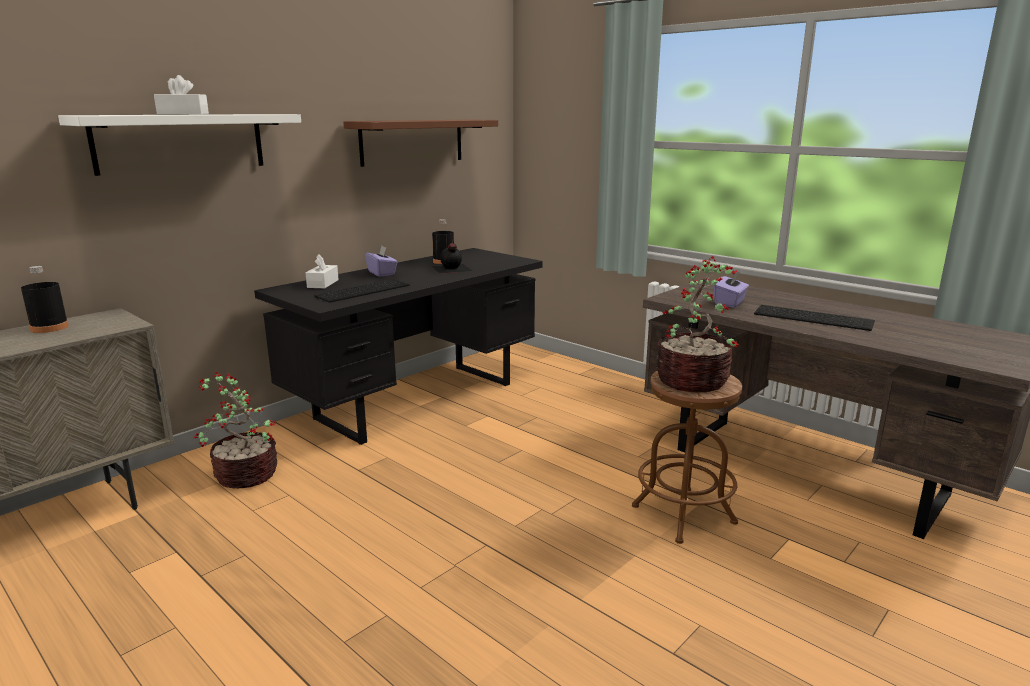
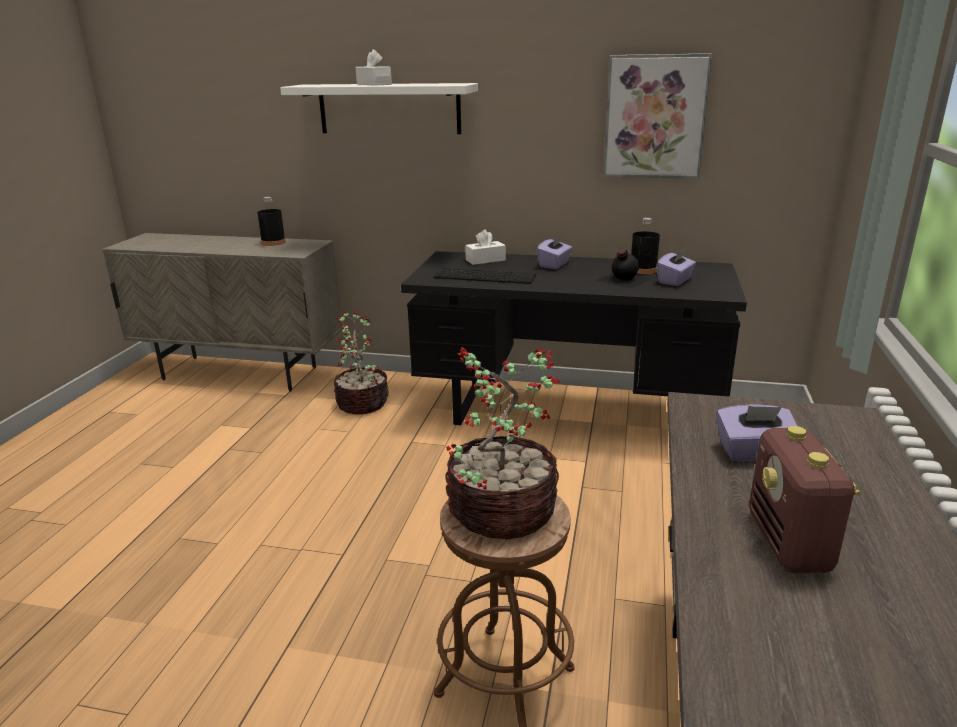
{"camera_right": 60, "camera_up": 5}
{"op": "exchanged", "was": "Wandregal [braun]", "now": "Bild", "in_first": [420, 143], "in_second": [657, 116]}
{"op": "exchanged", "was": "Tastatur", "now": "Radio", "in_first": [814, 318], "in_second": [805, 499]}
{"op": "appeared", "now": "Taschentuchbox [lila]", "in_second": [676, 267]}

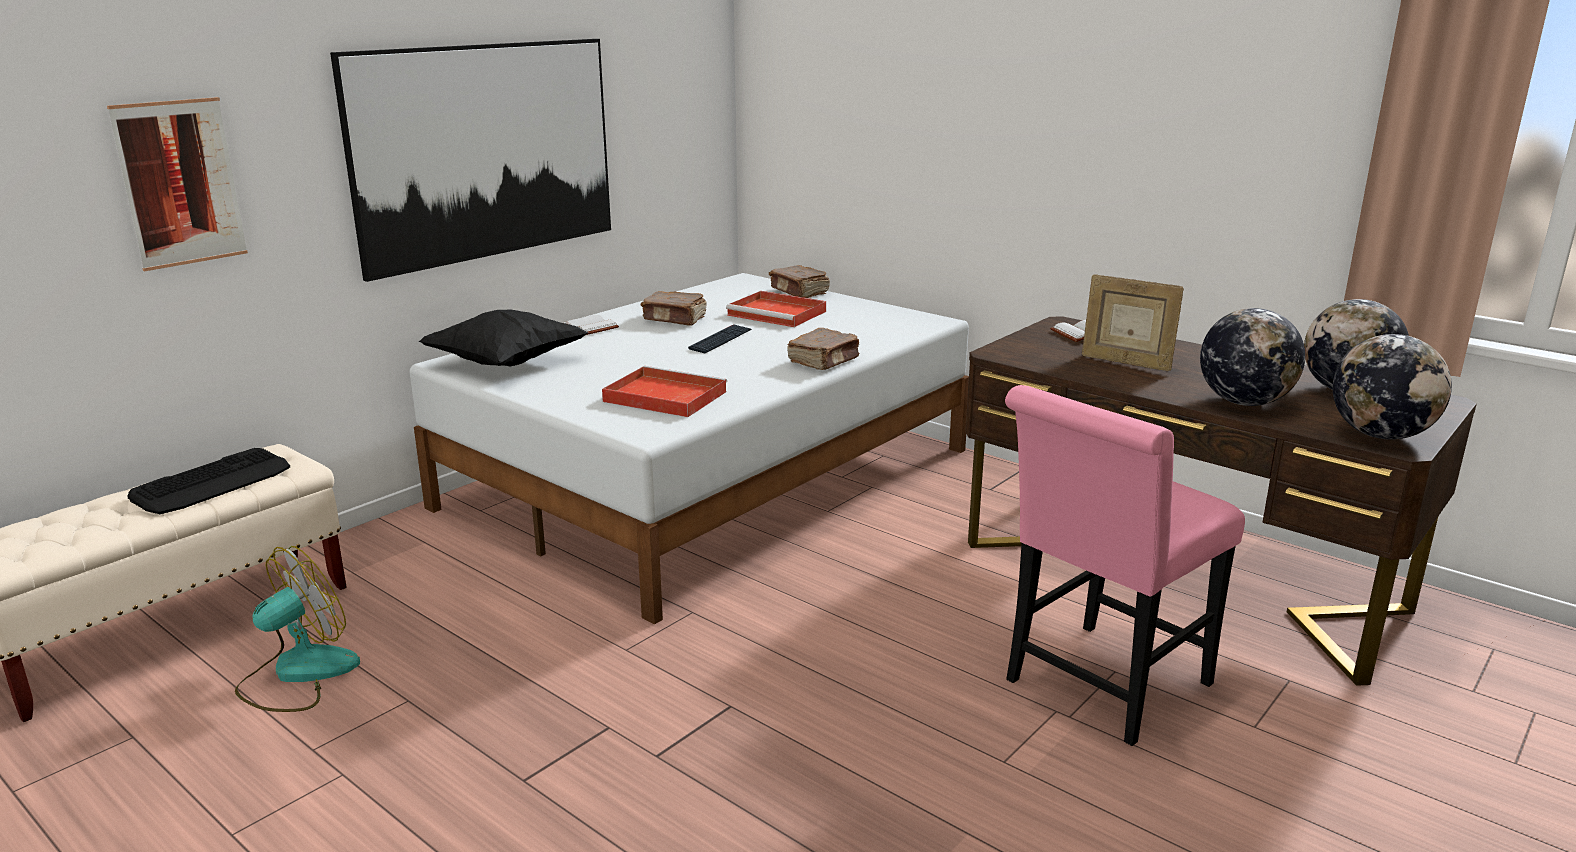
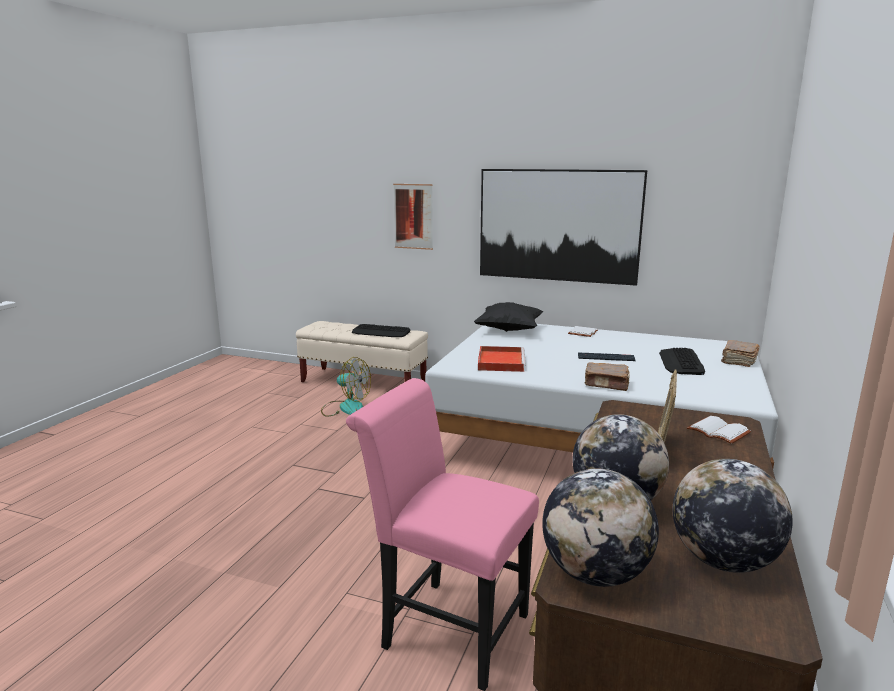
{"camera_right": 70, "camera_up": -5}
{"op": "missing", "was": "Buch [braun]", "in_first": [674, 308]}
{"op": "exchanged", "was": "Tablett [rot]", "now": "Tastatur", "in_first": [776, 309], "in_second": [682, 361]}

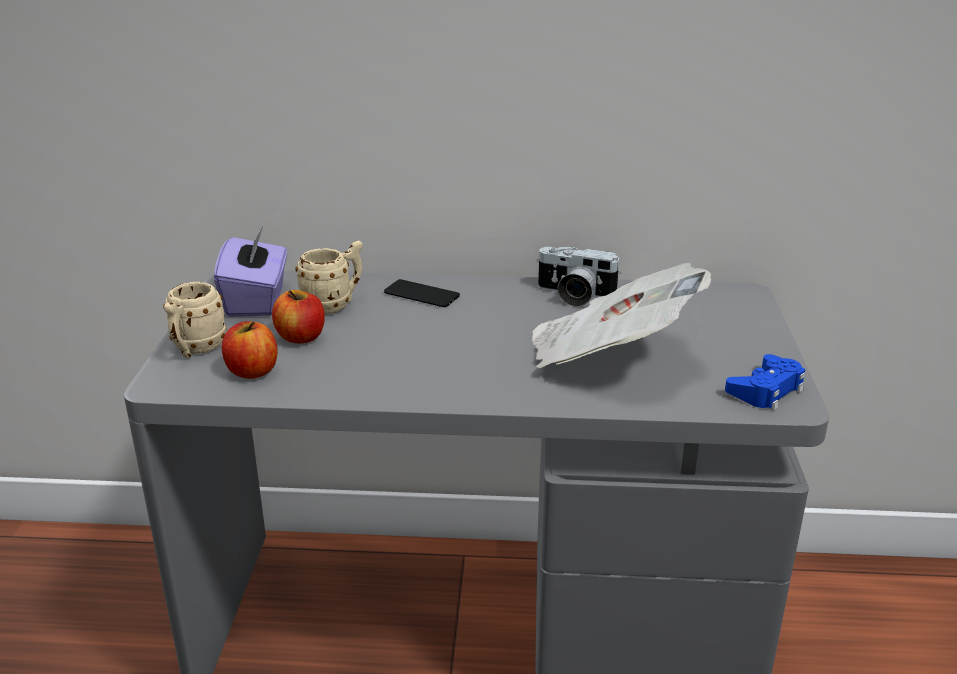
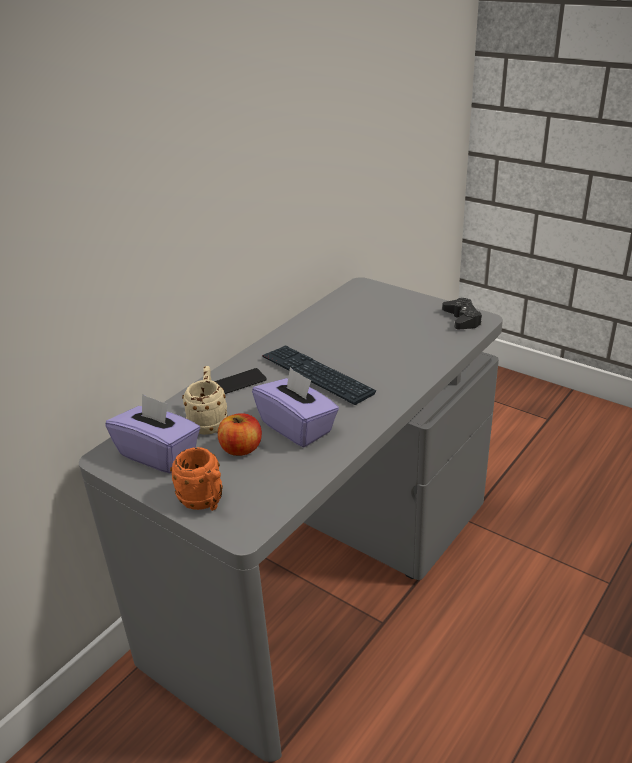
{"camera_right": -55, "camera_up": 5}
{"op": "missing", "was": "Kamera", "in_first": [578, 277]}
{"op": "missing", "was": "Zeitung", "in_first": [622, 315]}
{"op": "colour", "was": "Henkelbecher [beige]", "now": "Henkelbecher [orange]", "in_first": [194, 320], "in_second": [196, 479]}
{"op": "missing", "was": "Apfel", "in_first": [250, 350]}
{"op": "colour", "was": "Gamepad [blau]", "now": "Gamepad [schwarz]", "in_first": [765, 382], "in_second": [462, 313]}
{"op": "appeared", "now": "Tastatur", "in_second": [319, 375]}
{"op": "appeared", "now": "Taschentuchbox [lila]", "in_second": [295, 407]}

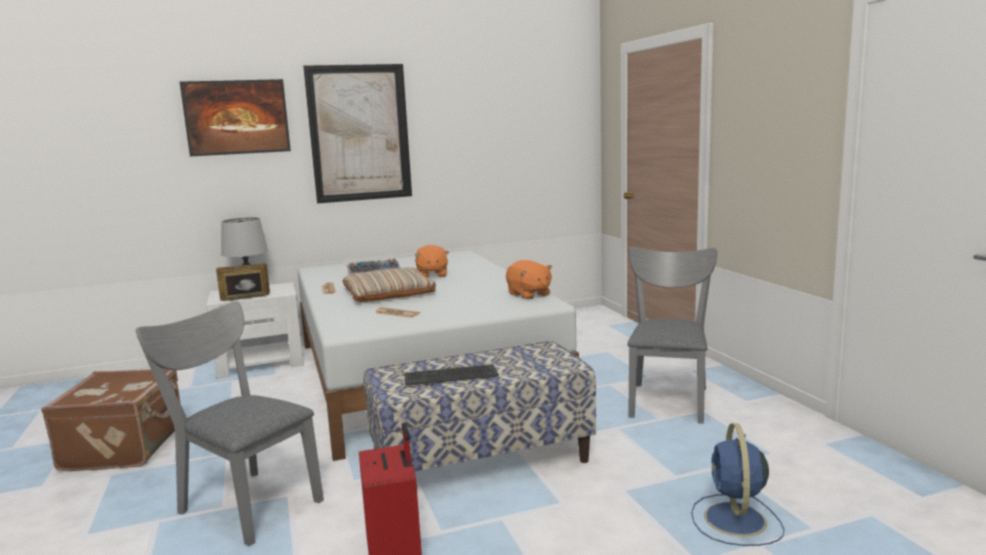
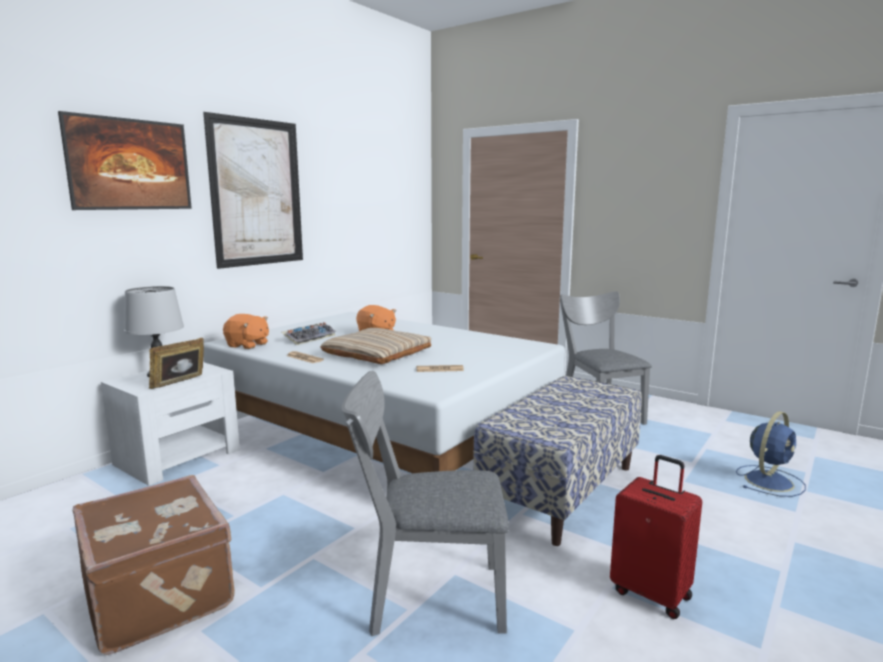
{"camera_right": -35, "camera_up": 0}
{"op": "relocated", "was": "Plüschtier [orange]", "in_first": [529, 279], "in_second": [246, 331]}
{"op": "missing", "was": "Tastatur", "in_first": [451, 374]}
{"op": "spun", "was": "Ventilator [blau]", "in_first": [737, 484], "in_second": [771, 454], "clockwise": -105}

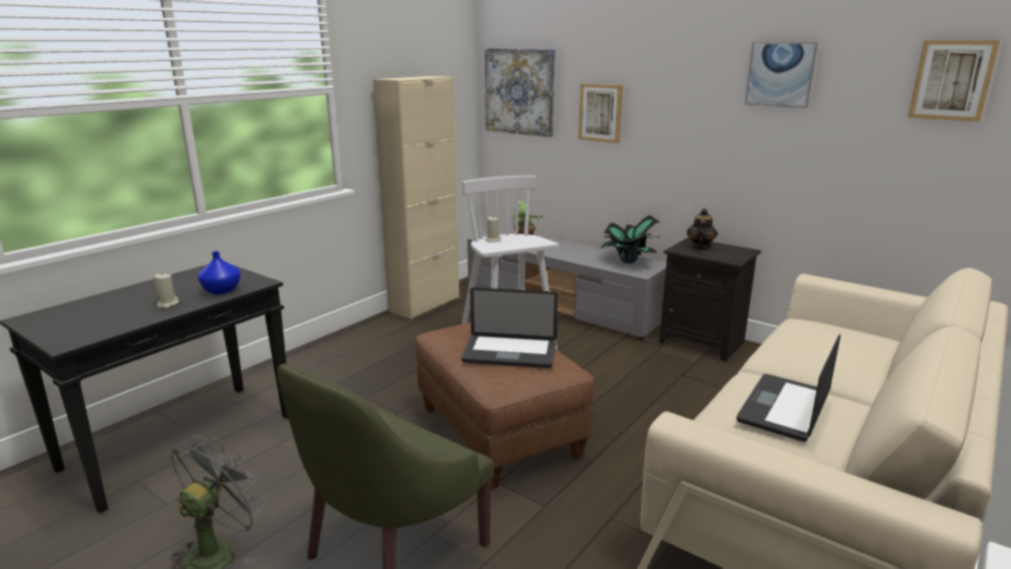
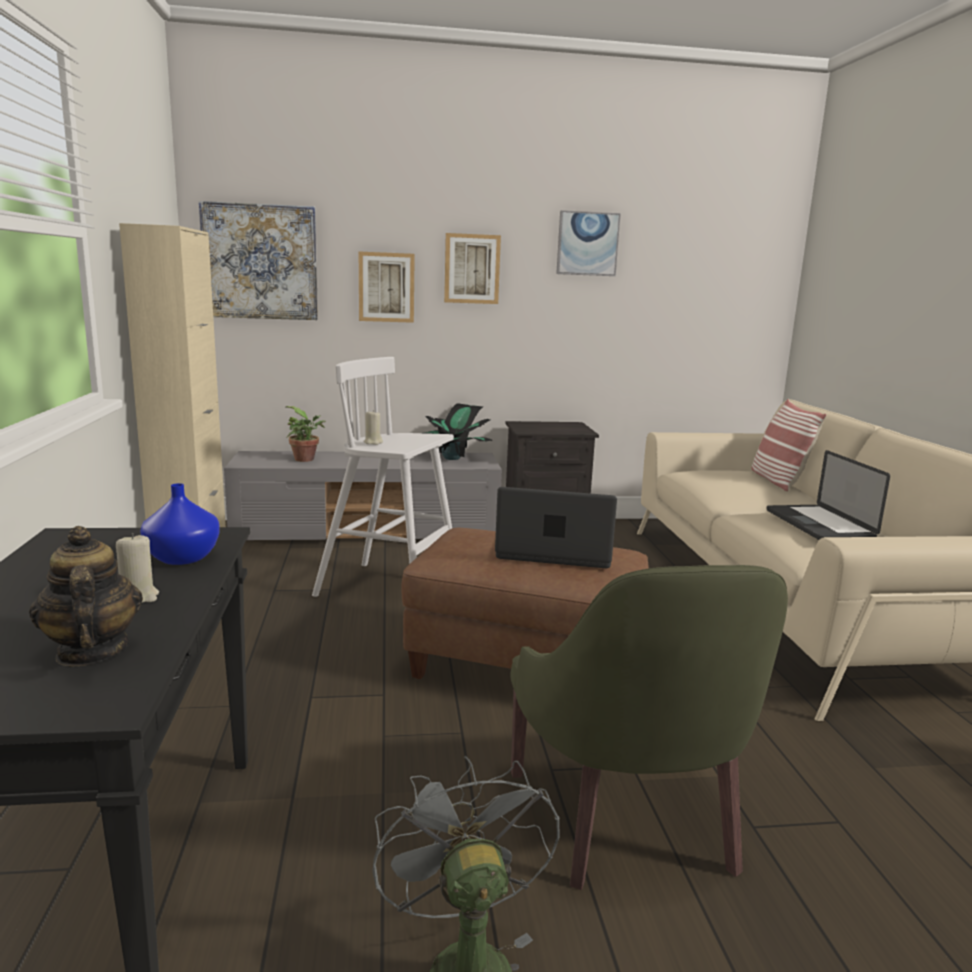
{"camera_right": -45, "camera_up": -5}
{"op": "relocated", "was": "Bild", "in_first": [954, 81], "in_second": [472, 268]}
{"op": "relocated", "was": "Teekanne", "in_first": [702, 228], "in_second": [86, 596]}
{"op": "spun", "was": "Laptop", "in_first": [509, 328], "in_second": [556, 527], "clockwise": -135}
{"op": "appeared", "now": "Kissen", "in_second": [789, 445]}

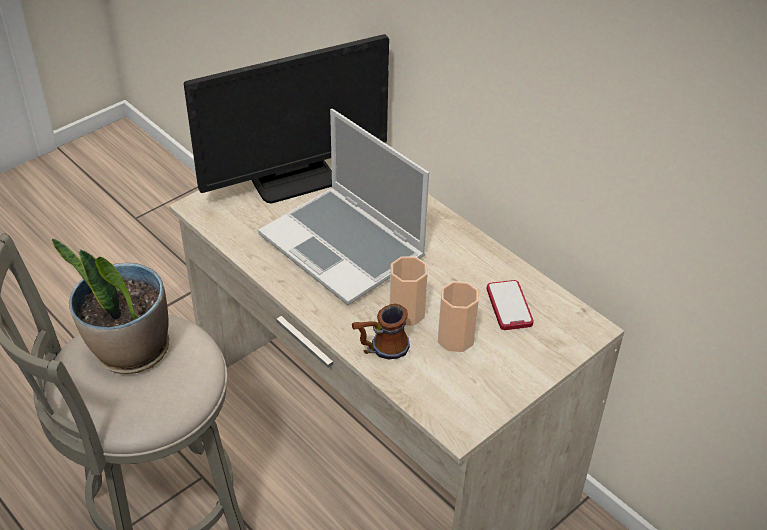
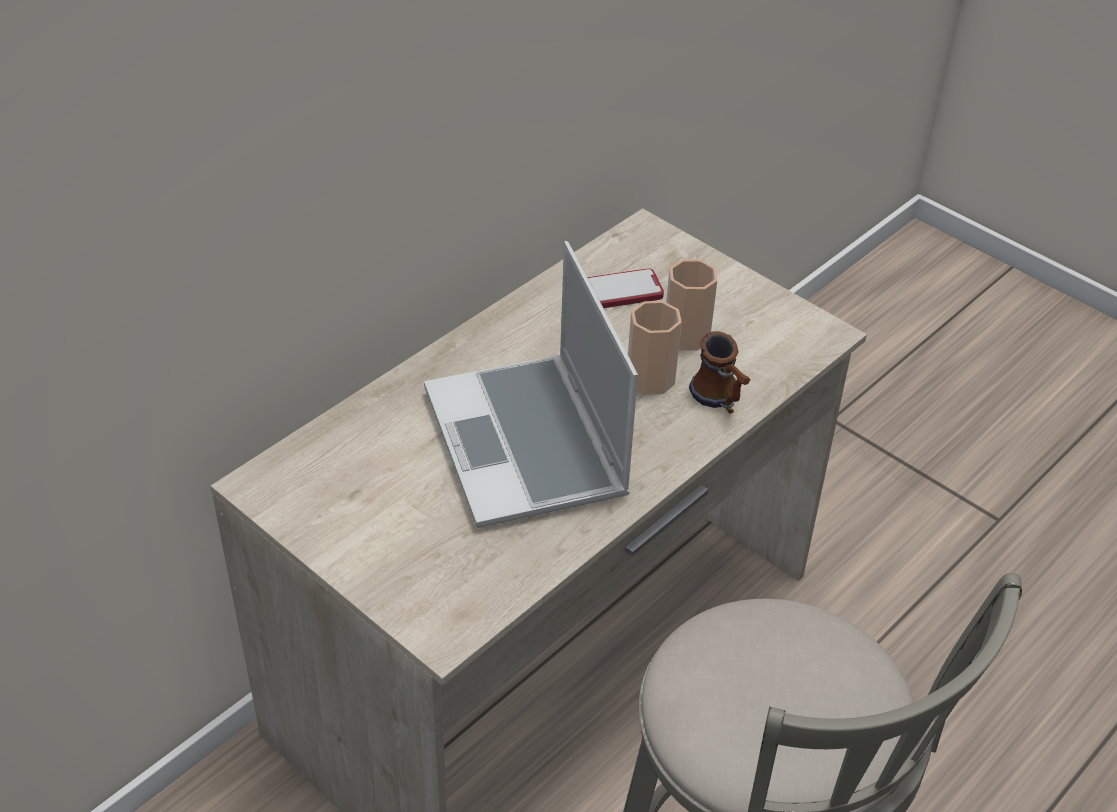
{"camera_right": -95, "camera_up": 0}
{"op": "missing", "was": "Monitor", "in_first": [286, 118]}
{"op": "spun", "was": "Laptop", "in_first": [343, 207], "in_second": [531, 384], "clockwise": 120}
{"op": "missing", "was": "Topfpflanze", "in_first": [110, 306]}

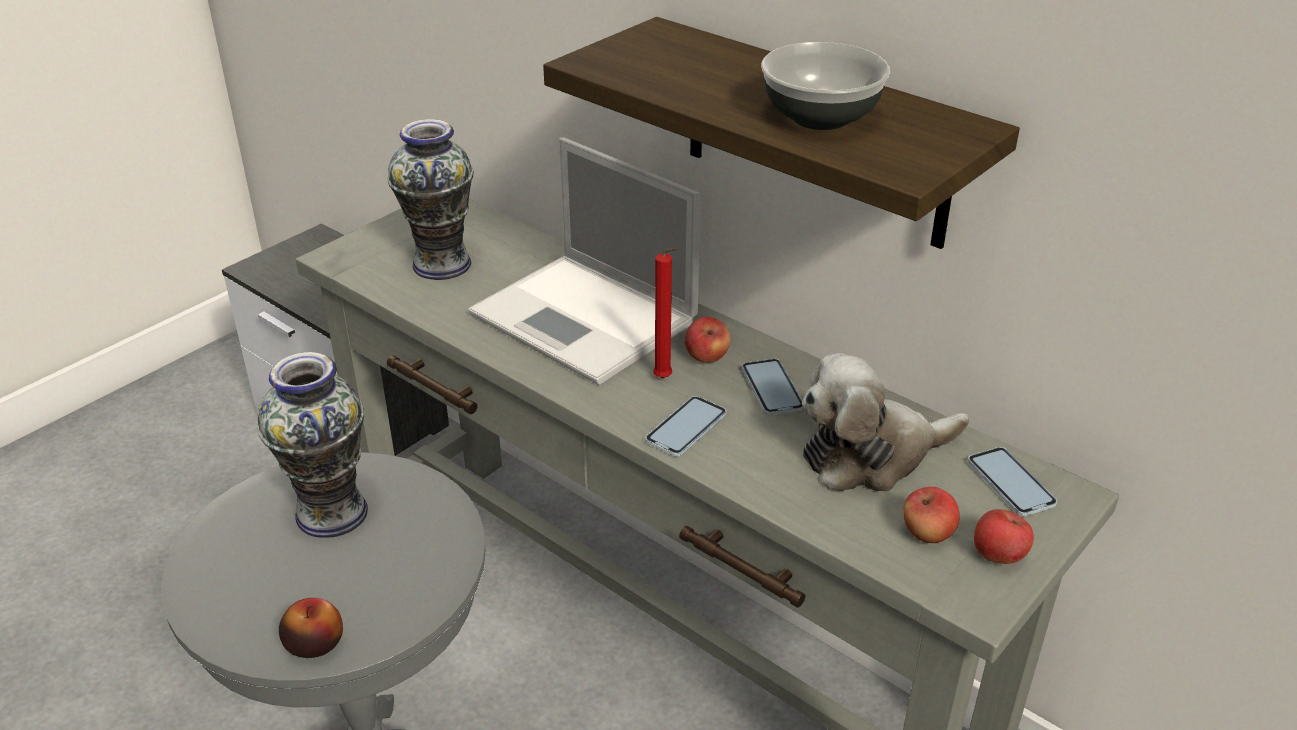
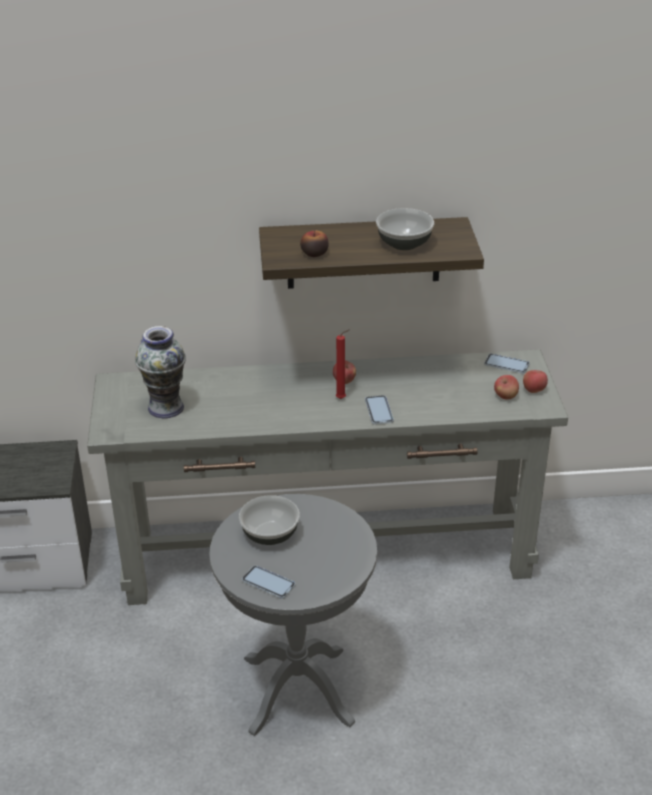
{"camera_right": -45, "camera_up": 0}
{"op": "missing", "was": "Laptop", "in_first": [584, 261]}
{"op": "exchanged", "was": "Vase", "now": "Schüssel", "in_first": [312, 445], "in_second": [269, 520]}
{"op": "missing", "was": "Plüschtier", "in_first": [886, 422]}
{"op": "relocated", "was": "Handy", "in_first": [773, 387], "in_second": [268, 582]}
{"op": "relocated", "was": "Apfel", "in_first": [311, 628], "in_second": [314, 243]}

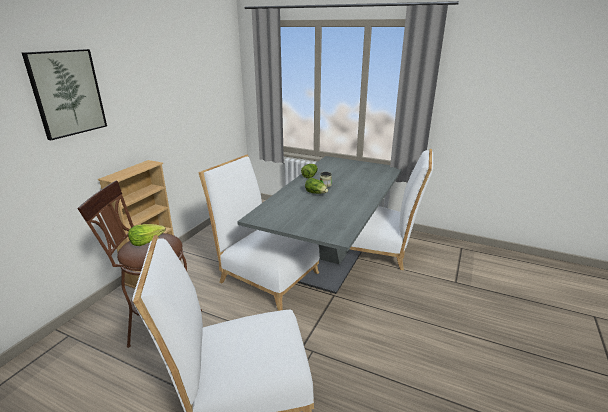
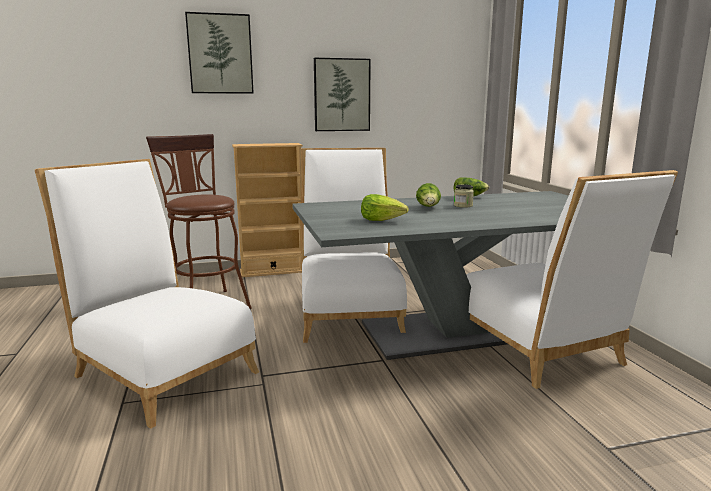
{"camera_right": 50, "camera_up": -10}
{"op": "relocated", "was": "Salatkopf", "in_first": [147, 235], "in_second": [385, 207]}
{"op": "appeared", "now": "Bild", "in_second": [342, 94]}

